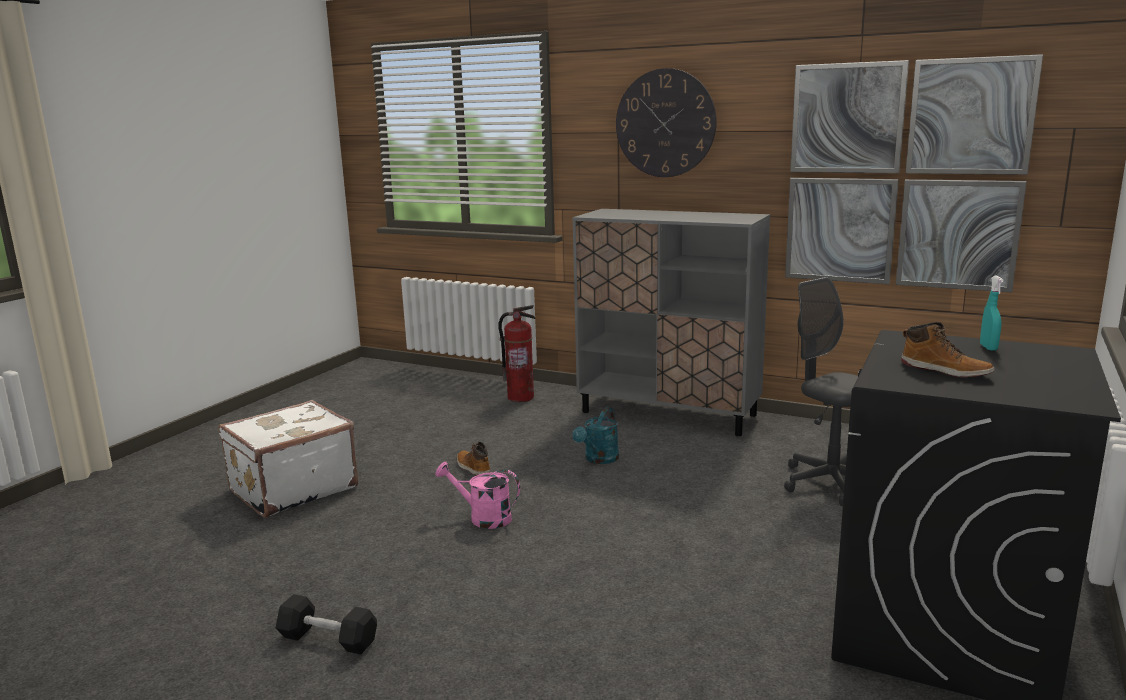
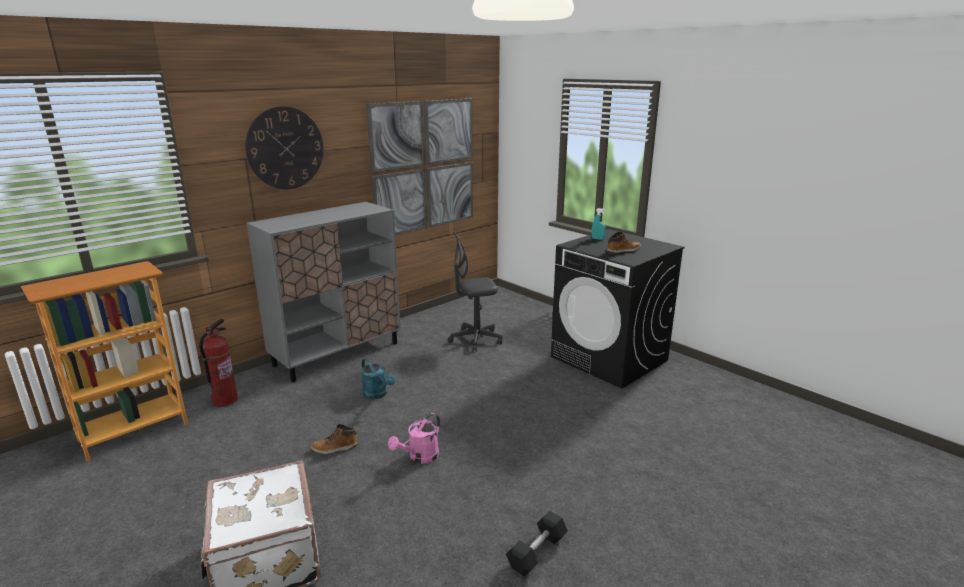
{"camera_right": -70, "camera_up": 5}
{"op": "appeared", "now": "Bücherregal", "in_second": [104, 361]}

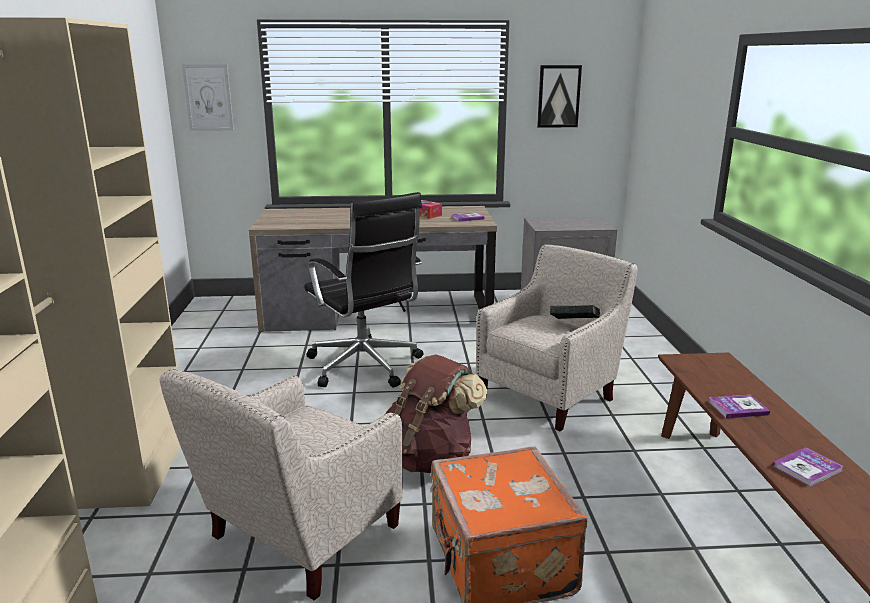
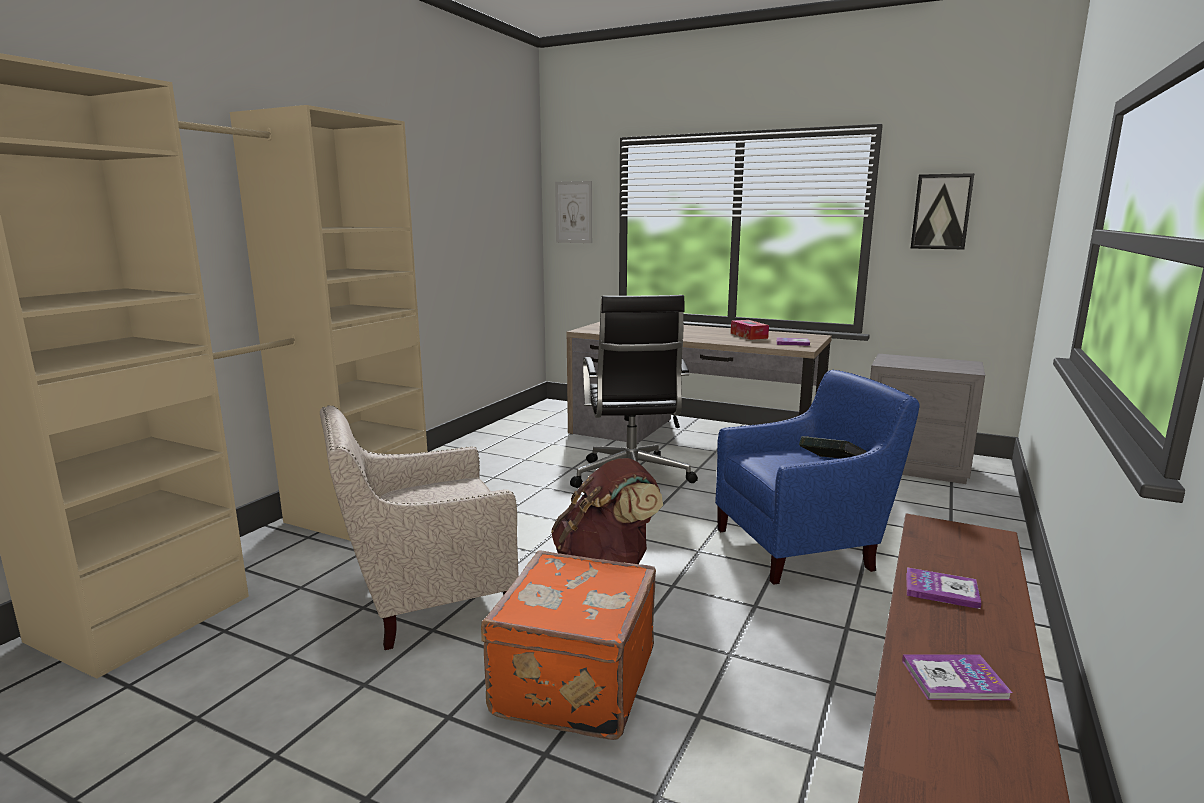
{"camera_right": 30, "camera_up": -5}
{"op": "colour", "was": "Sessel [beige]", "now": "Sessel [blau]", "in_first": [557, 337], "in_second": [817, 477]}

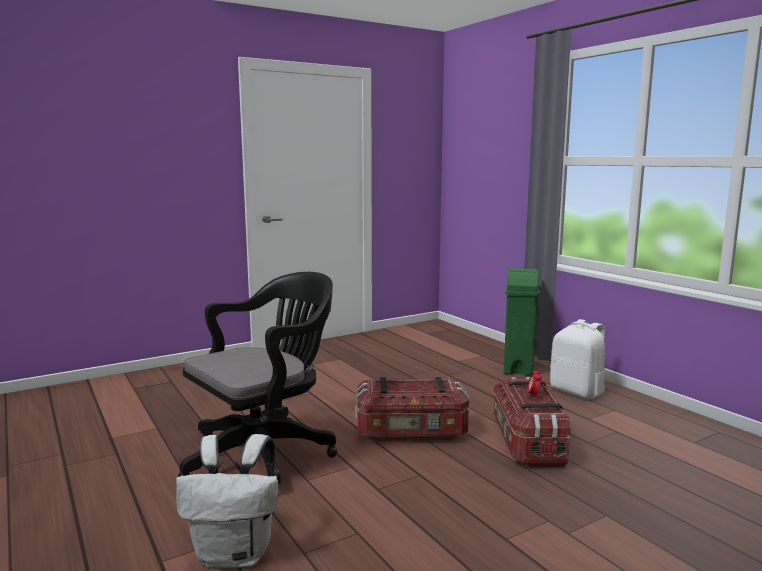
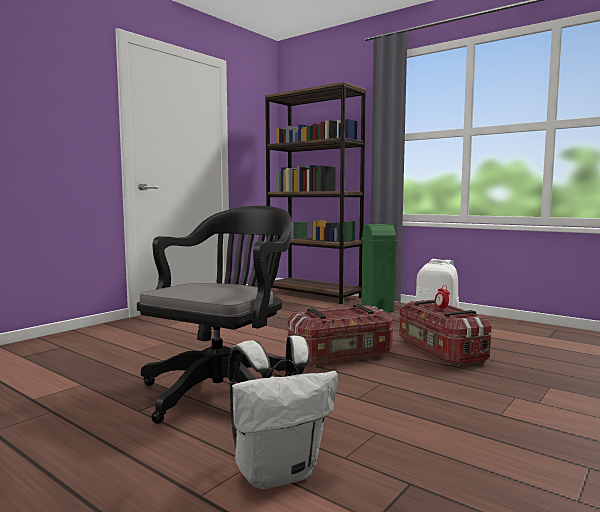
{"camera_right": -20, "camera_up": -5}
{"op": "appeared", "now": "Bücherregal [braun]", "in_second": [315, 193]}

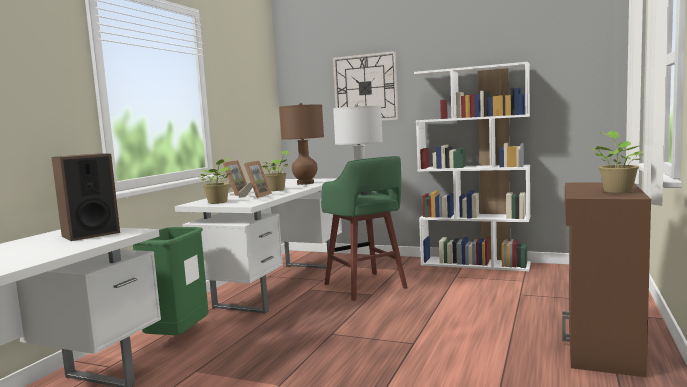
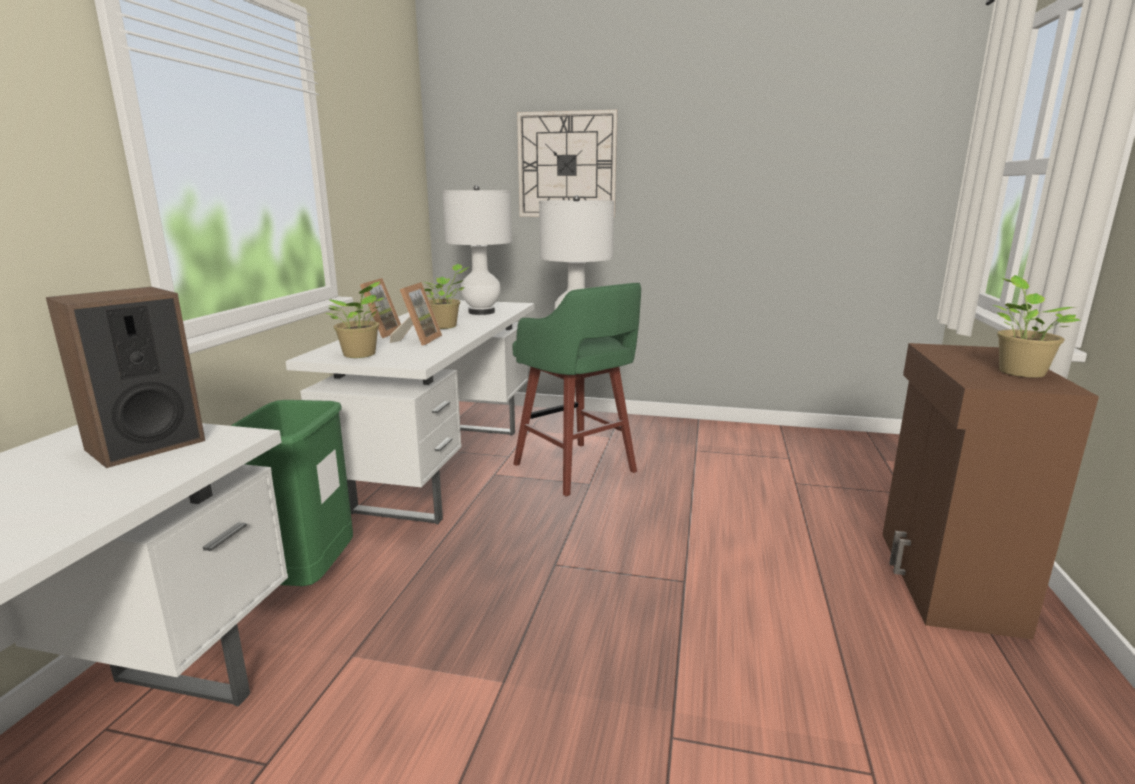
{"camera_right": -10, "camera_up": 10}
{"op": "missing", "was": "Bücherregal [weiß]", "in_first": [472, 166]}
{"op": "colour", "was": "Tischlampe [braun]", "now": "Tischlampe [weiß]", "in_first": [301, 144], "in_second": [477, 250]}

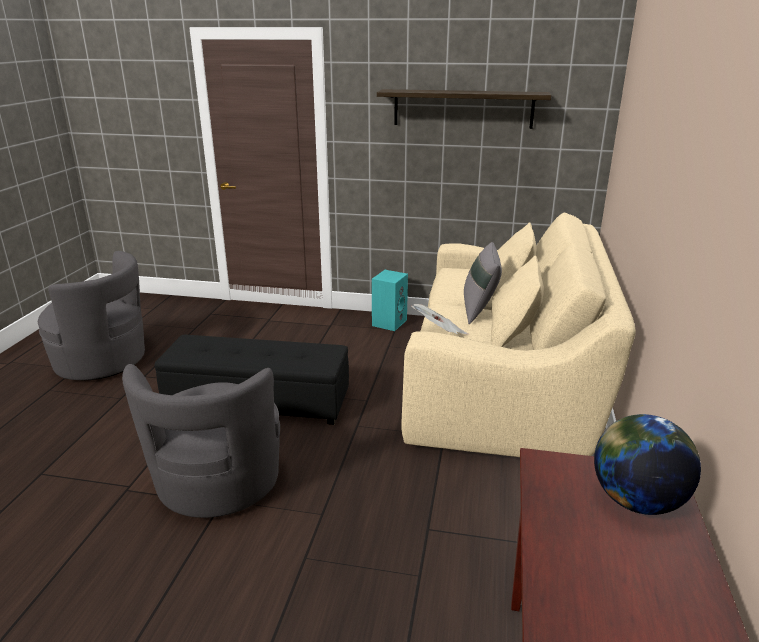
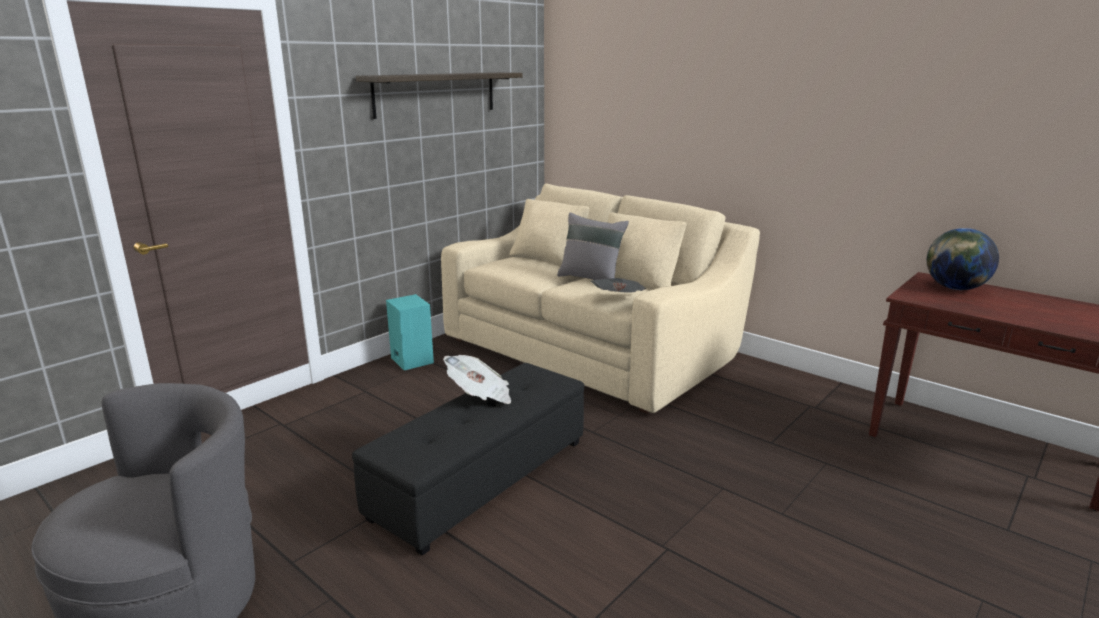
{"camera_right": -60, "camera_up": -5}
{"op": "missing", "was": "Sessel [grau]", "in_first": [201, 441]}
{"op": "appeared", "now": "Zeitung", "in_second": [477, 379]}

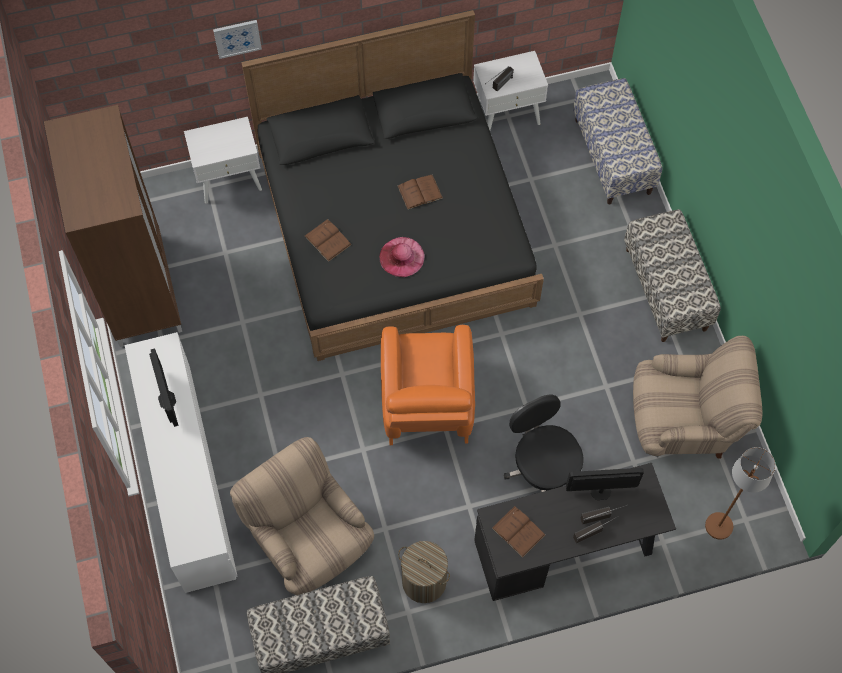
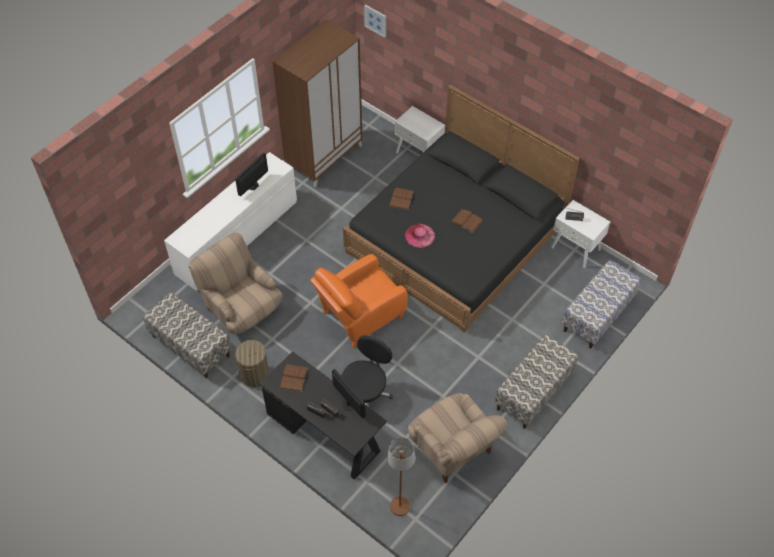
{"camera_right": 55, "camera_up": -10}
{"op": "relocated", "was": "Bild", "in_first": [237, 39], "in_second": [375, 21]}
{"op": "spun", "was": "Sessel [beige]", "in_first": [302, 516], "in_second": [235, 284], "clockwise": -60}

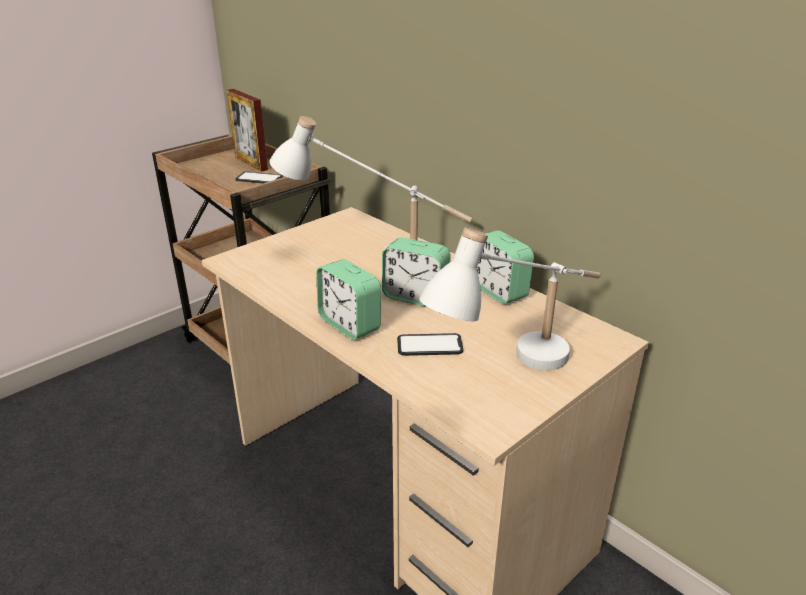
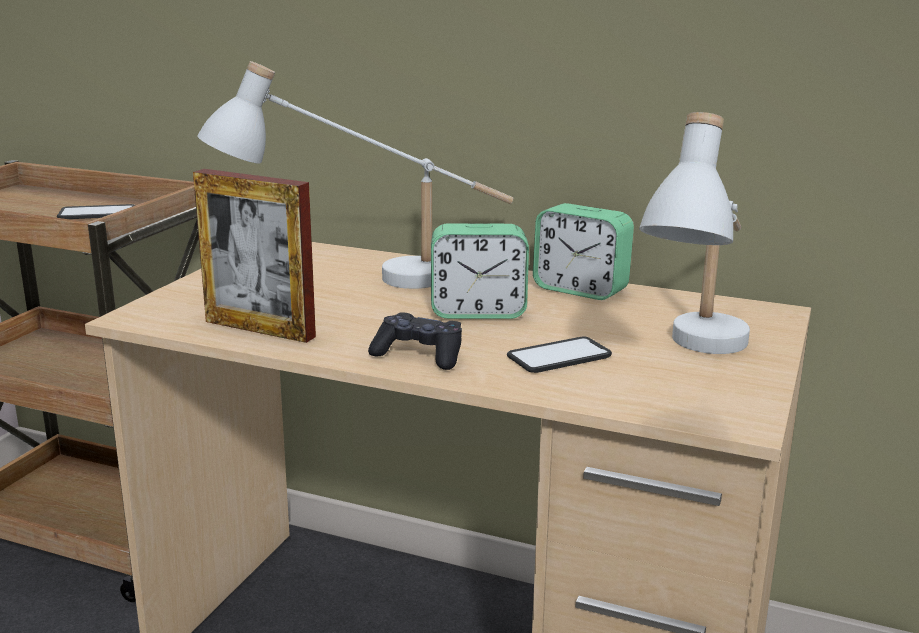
{"camera_right": -25, "camera_up": -10}
{"op": "relocated", "was": "Bilderrahmen", "in_first": [247, 130], "in_second": [254, 256]}
{"op": "exchanged", "was": "Wecker", "now": "Gamepad [schwarz]", "in_first": [348, 299], "in_second": [415, 341]}

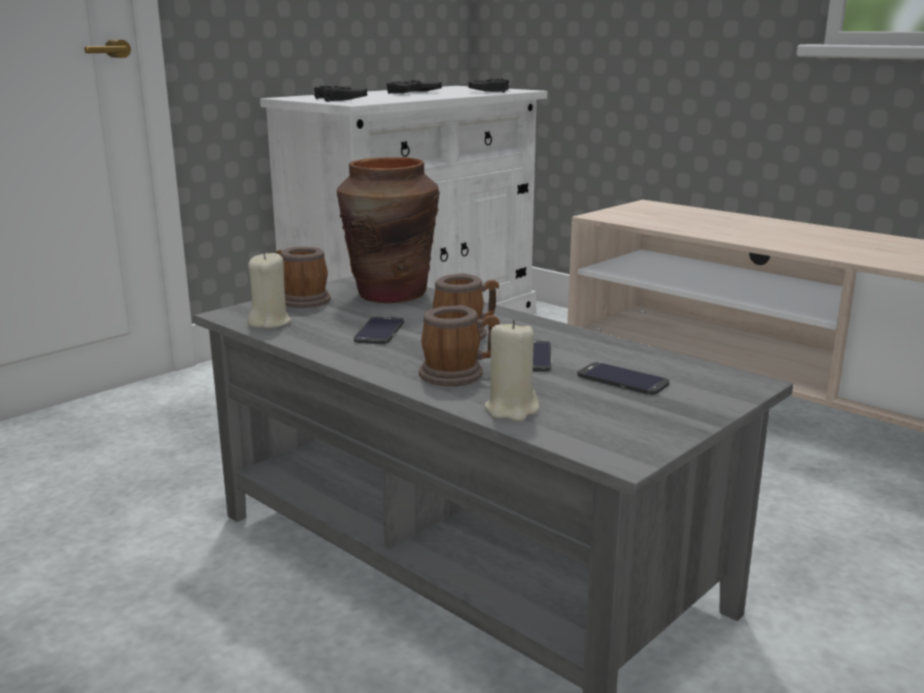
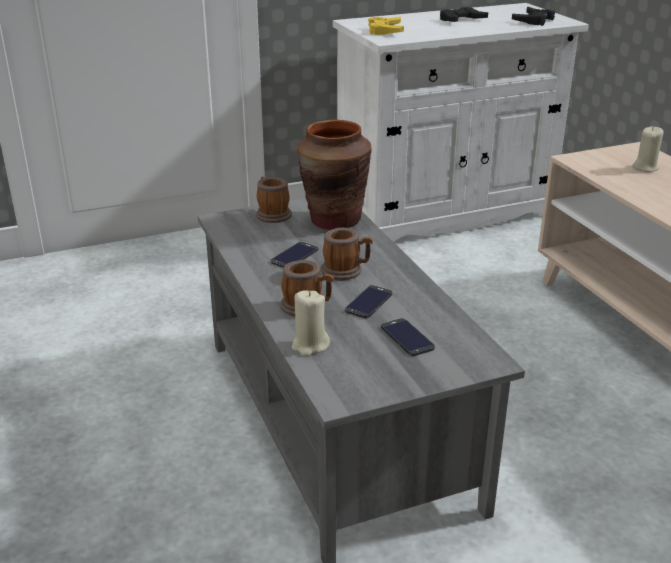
{"camera_right": 25, "camera_up": 10}
{"op": "colour", "was": "Gamepad [schwarz]", "now": "Gamepad [gelb]", "in_first": [340, 94], "in_second": [386, 26]}
{"op": "relocated", "was": "Kerze [beige]", "in_first": [269, 290], "in_second": [647, 149]}

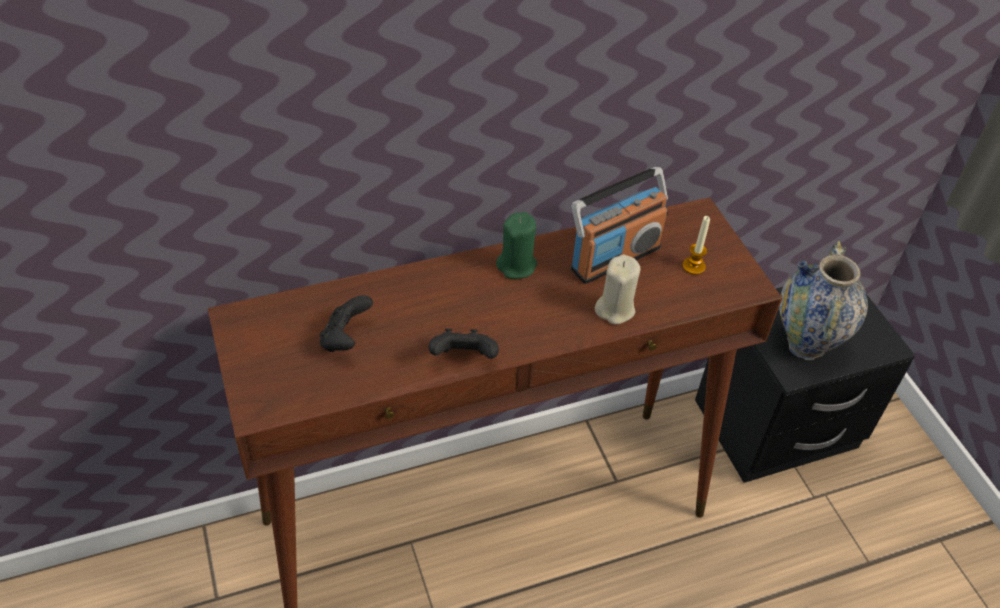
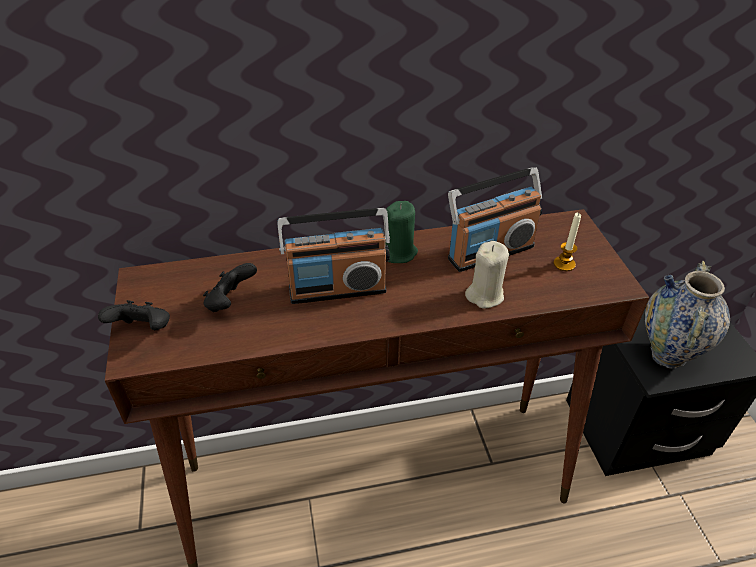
{"camera_right": 10, "camera_up": -5}
{"op": "relocated", "was": "Gamepad [schwarz]", "in_first": [464, 344], "in_second": [134, 315]}
{"op": "appeared", "now": "Radio", "in_second": [333, 256]}

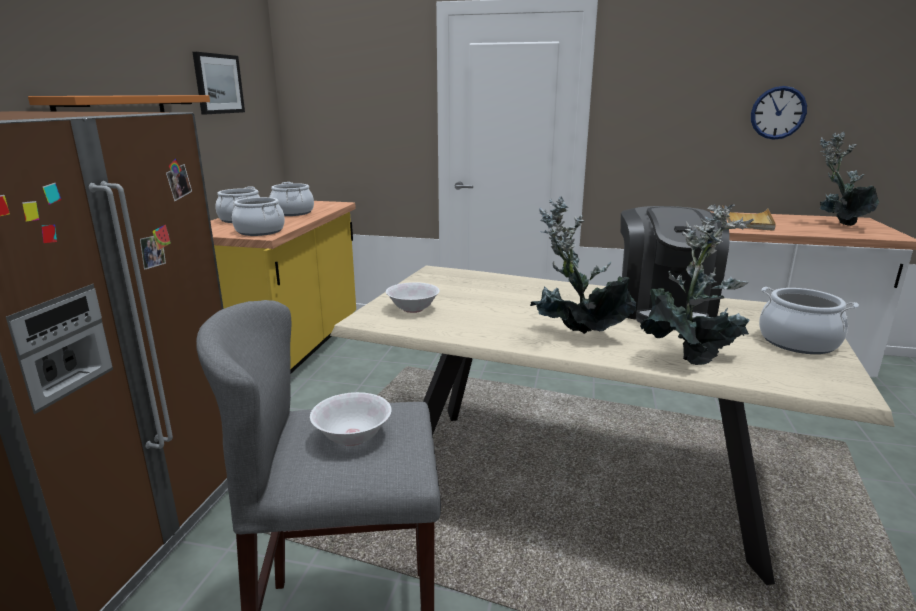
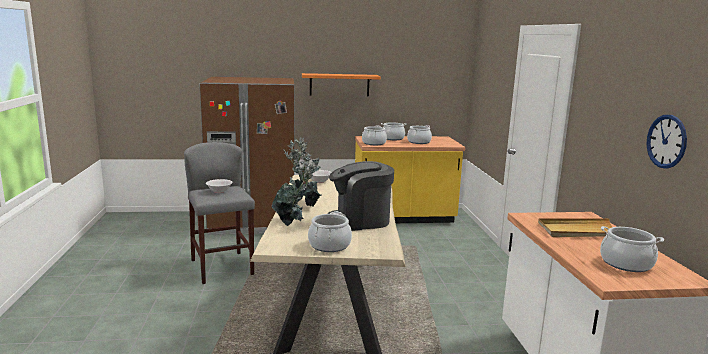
{"camera_right": 70, "camera_up": -5}
{"op": "missing", "was": "Bild", "in_first": [219, 83]}
{"op": "exchanged", "was": "Topfpflanze", "now": "Kochtopf", "in_first": [849, 179], "in_second": [632, 249]}

